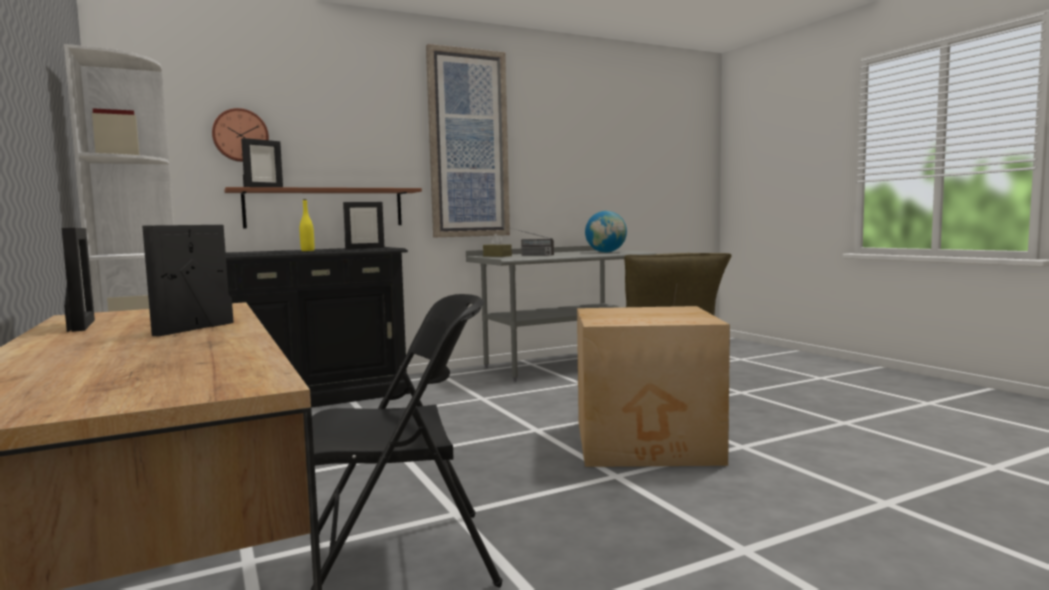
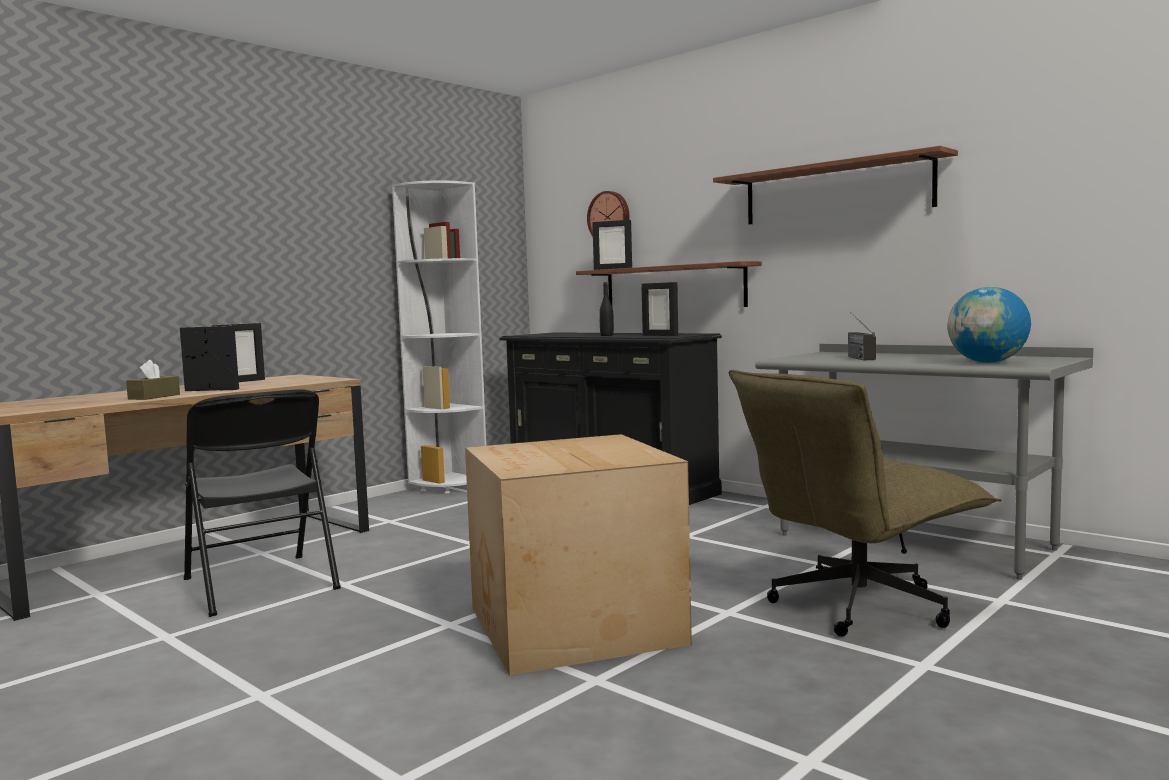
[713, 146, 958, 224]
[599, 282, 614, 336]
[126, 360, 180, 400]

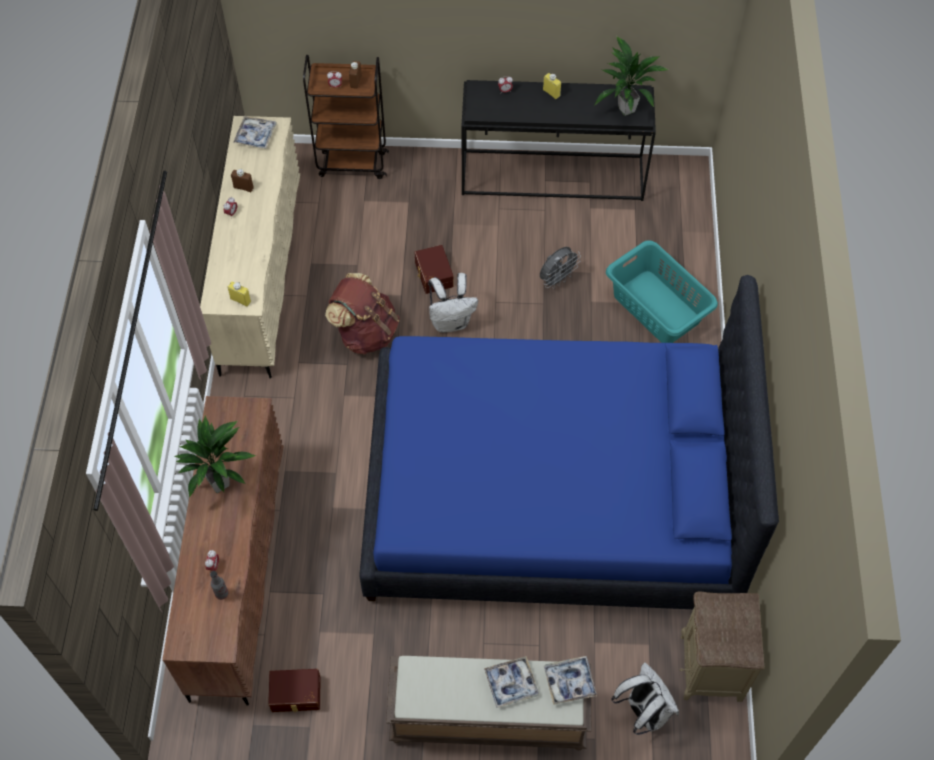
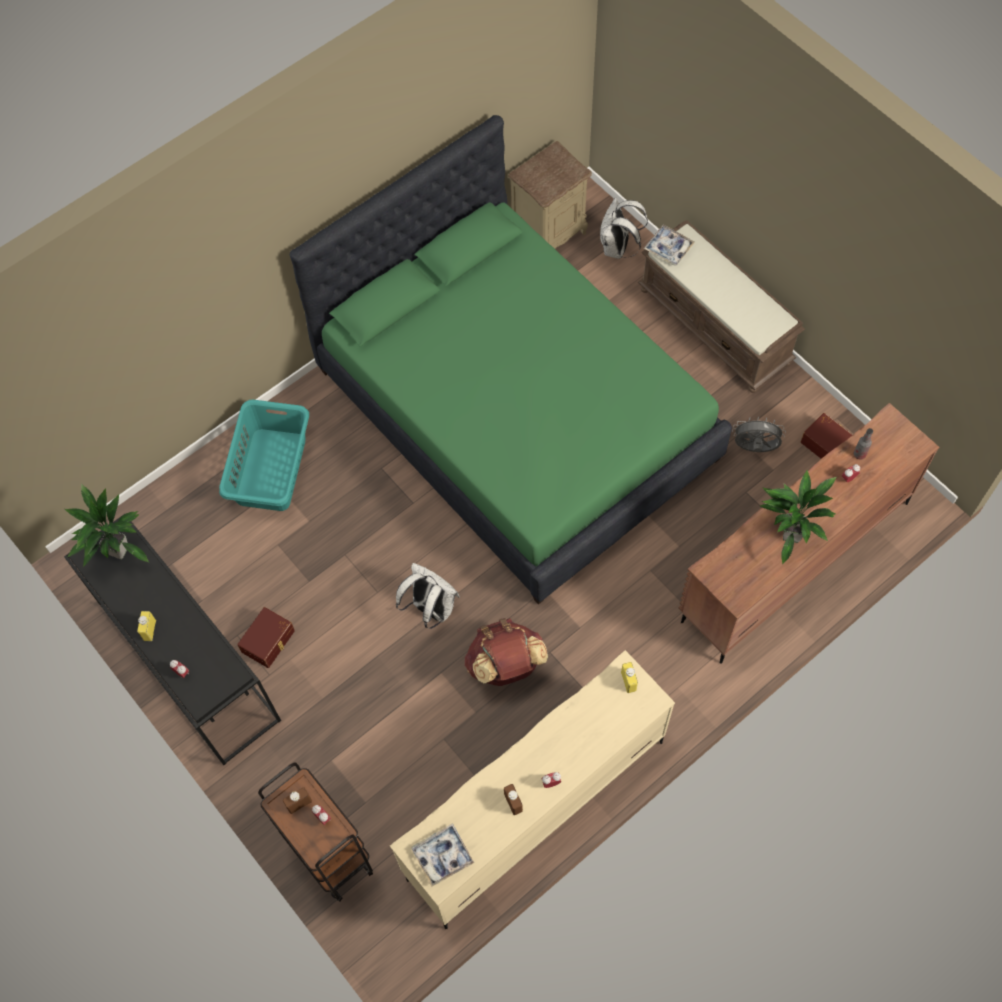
[237, 607, 295, 668]
[732, 417, 786, 452]
[290, 115, 732, 605]
[484, 656, 539, 708] (first image)

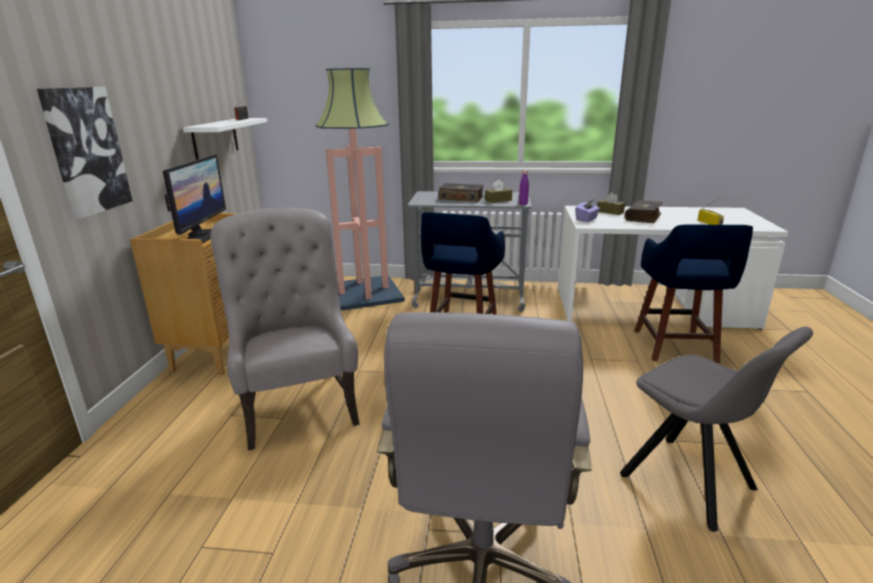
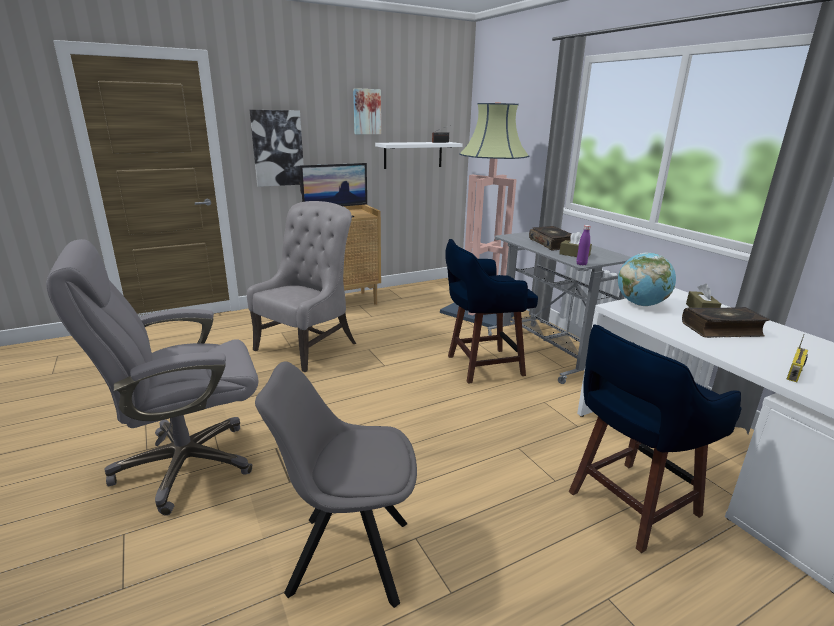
[618, 253, 676, 306]
[255, 361, 417, 608]
[353, 88, 381, 134]

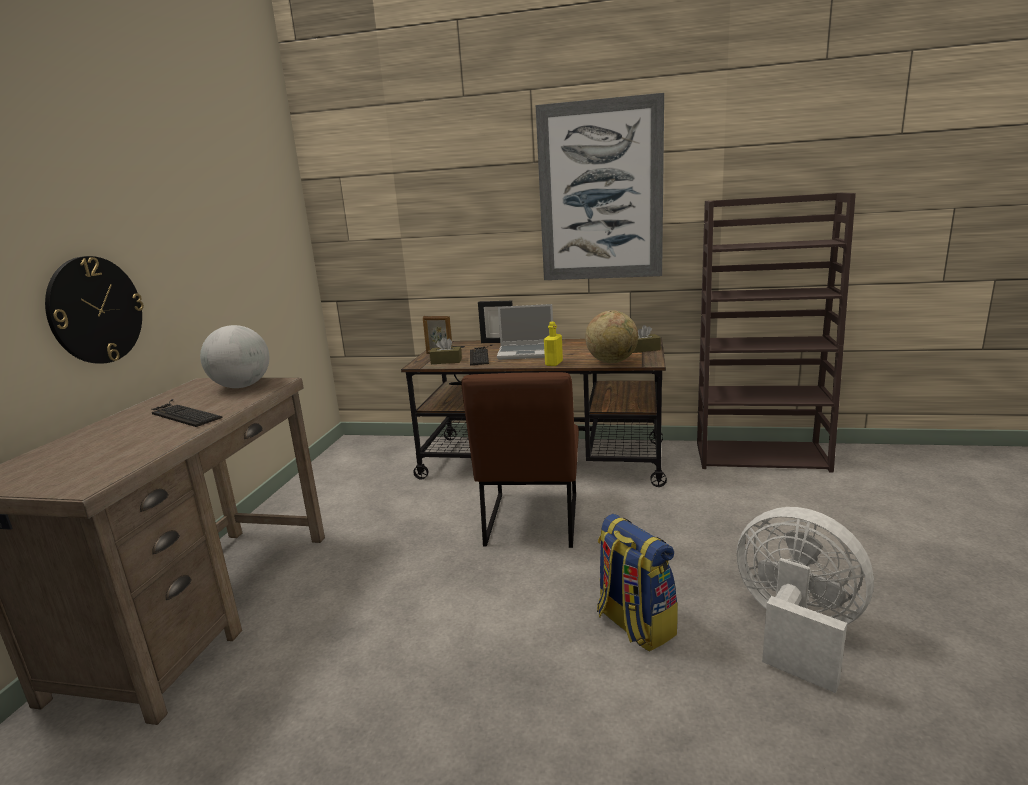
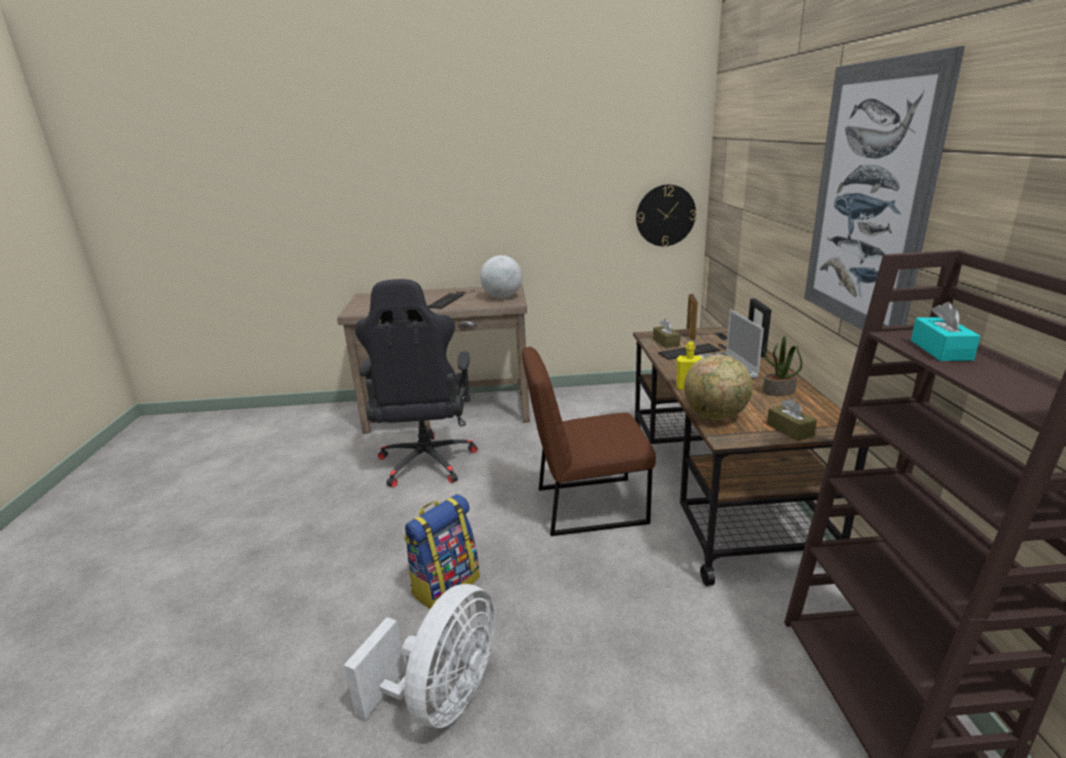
[636, 184, 696, 246]
[355, 279, 478, 488]
[911, 302, 981, 361]
[763, 336, 803, 396]

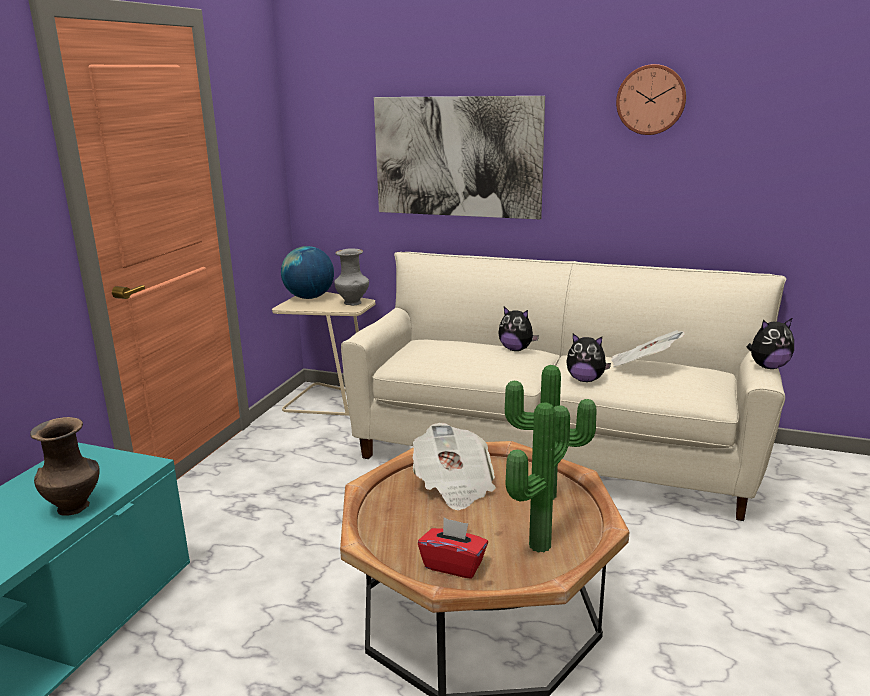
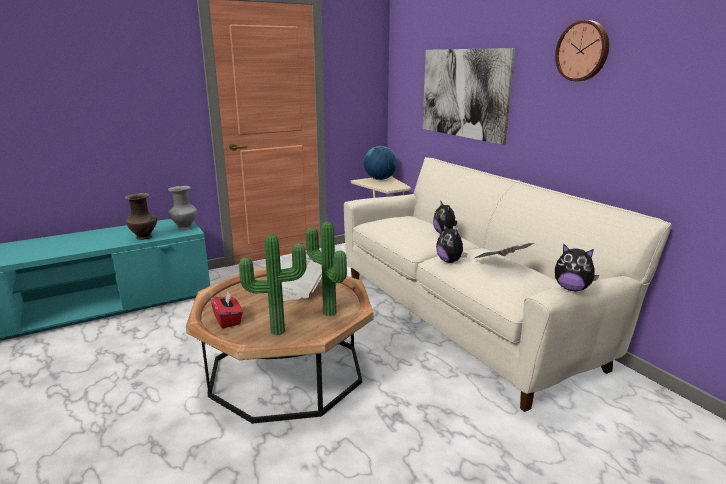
[168, 186, 197, 230]

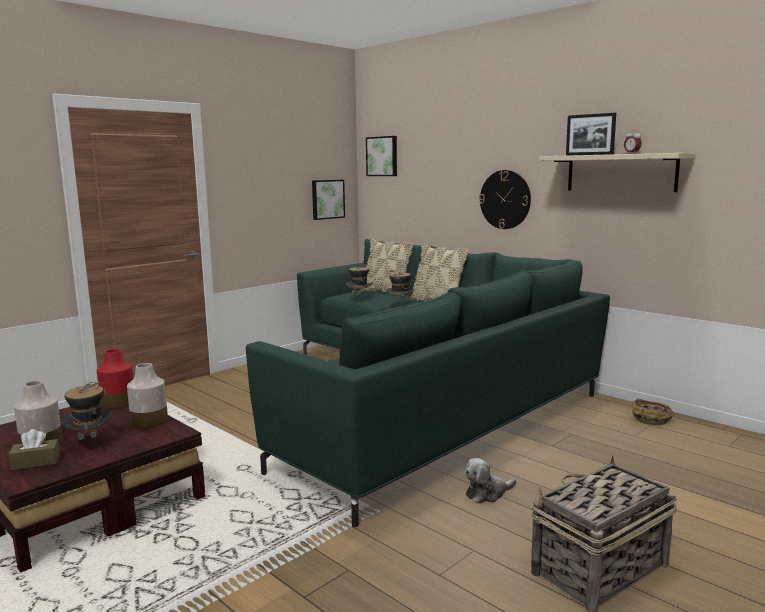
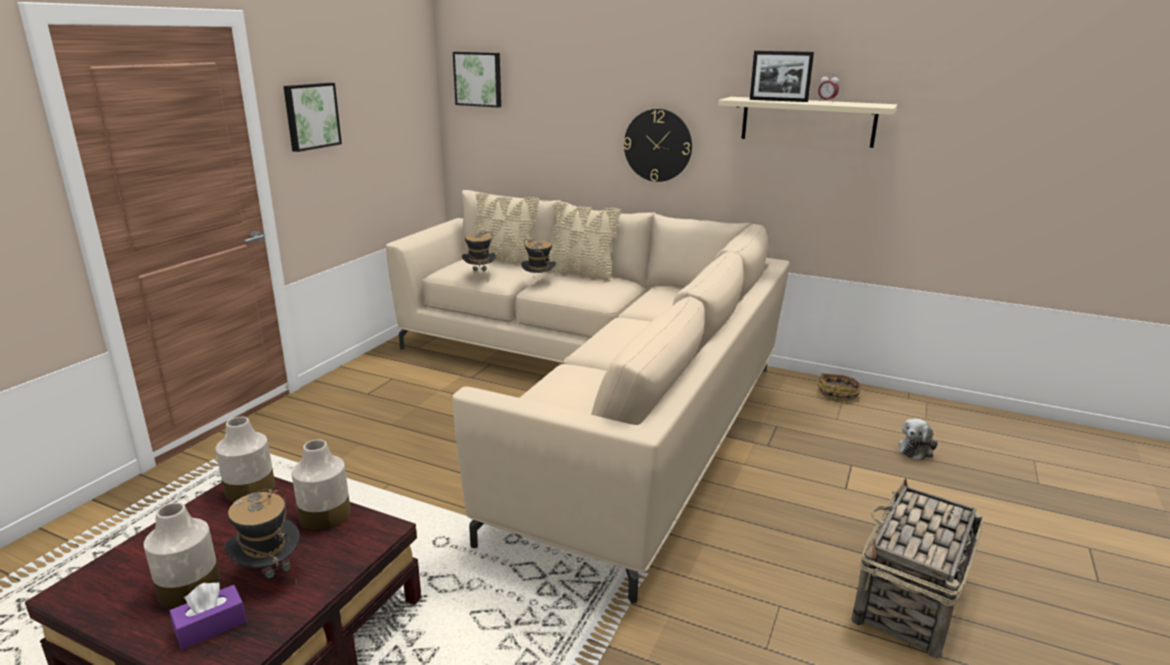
[283, 83, 342, 152]
[386, 190, 790, 603]
[215, 417, 275, 502]
[170, 582, 247, 650]
[898, 419, 938, 461]

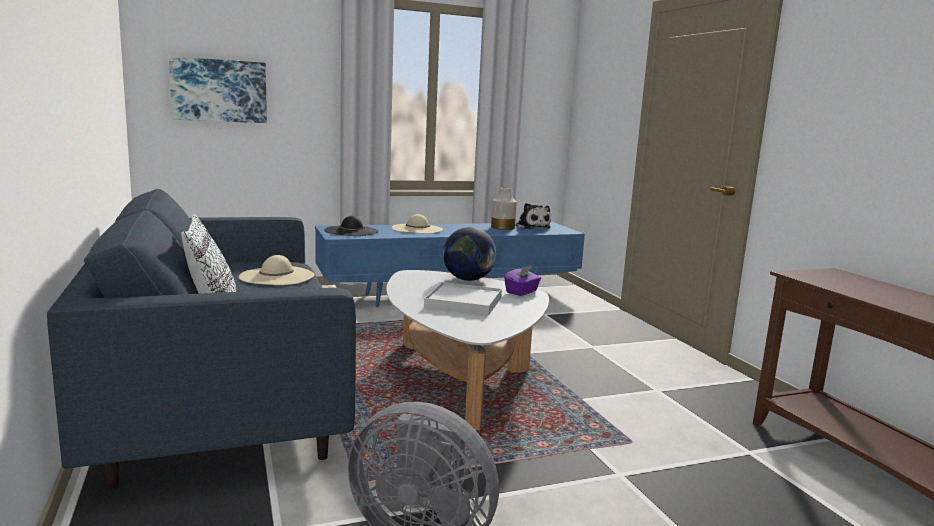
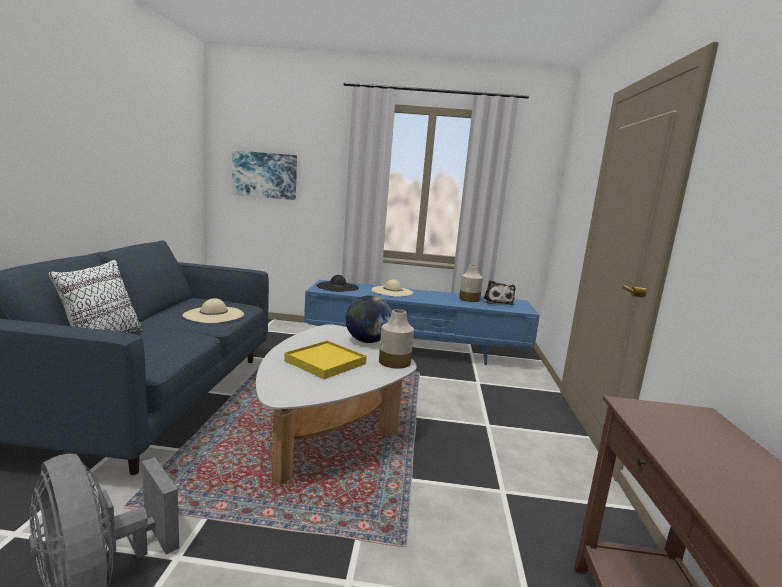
[379, 309, 414, 369]
[284, 340, 367, 379]

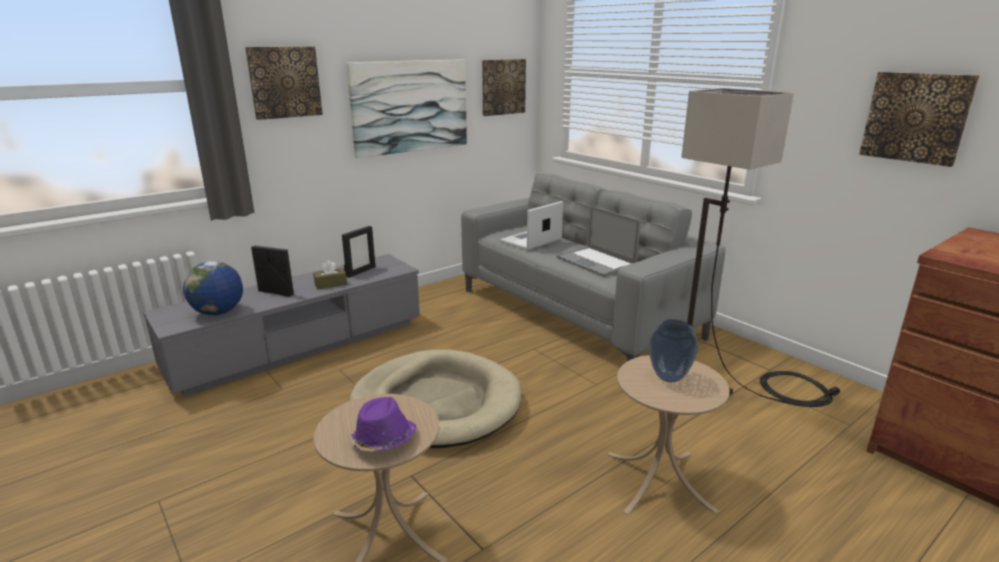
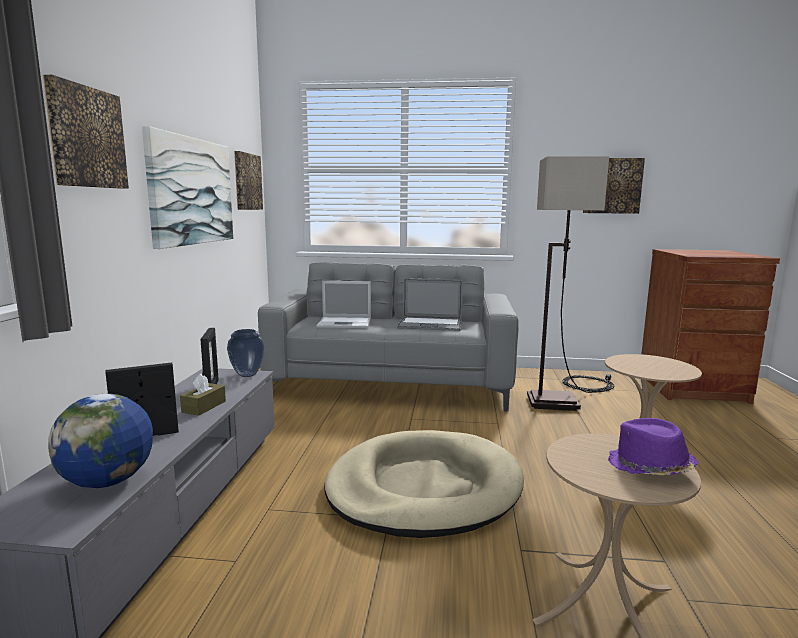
[316, 281, 371, 328]
[227, 329, 265, 377]

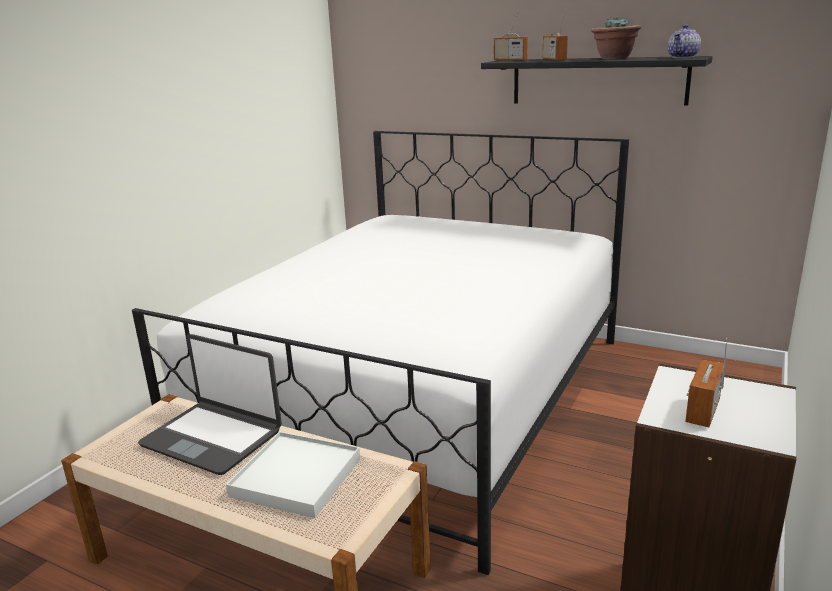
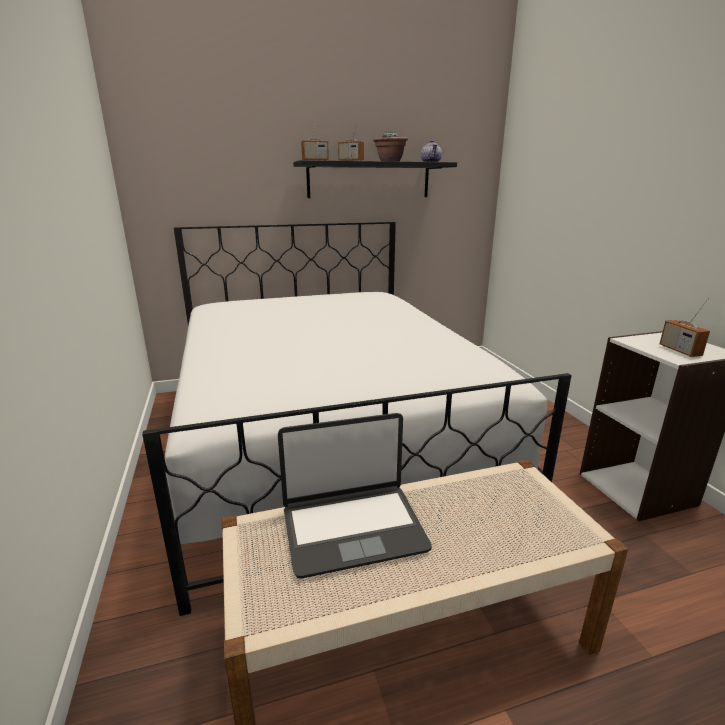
[226, 431, 360, 518] (first image)

